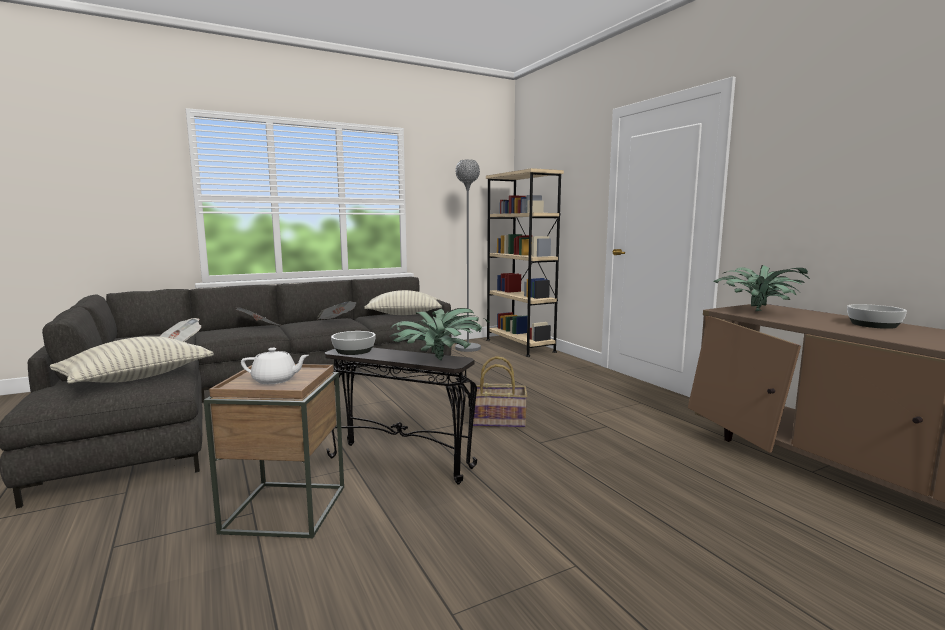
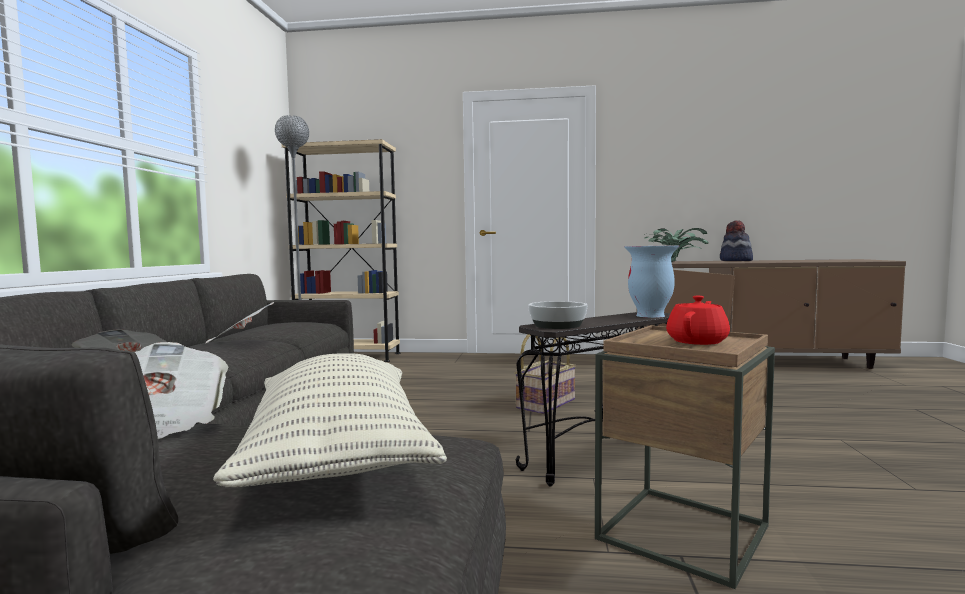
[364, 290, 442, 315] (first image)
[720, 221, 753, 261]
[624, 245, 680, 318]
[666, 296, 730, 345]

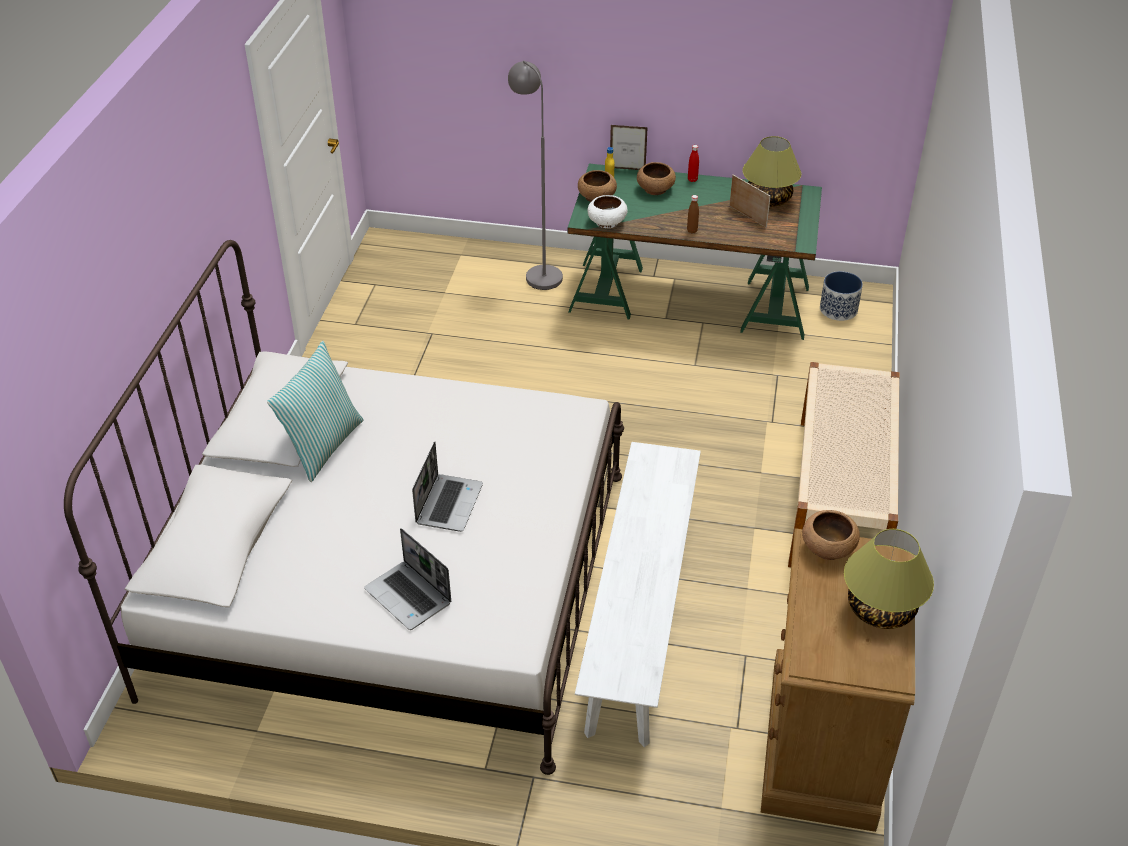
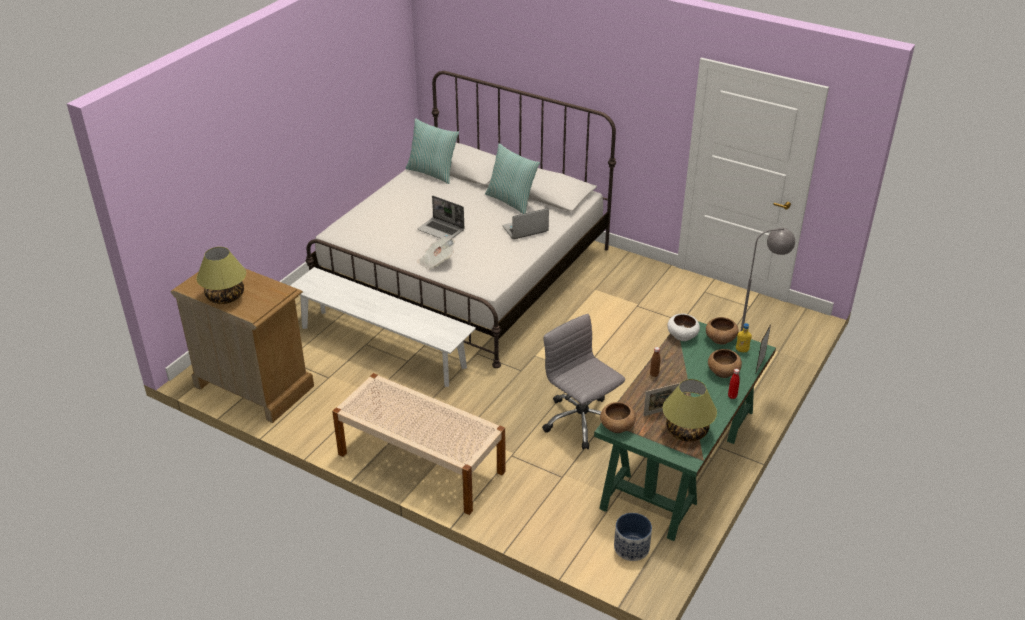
[600, 402, 636, 433]
[502, 208, 549, 239]
[406, 118, 459, 184]
[417, 237, 455, 270]
[542, 314, 625, 449]

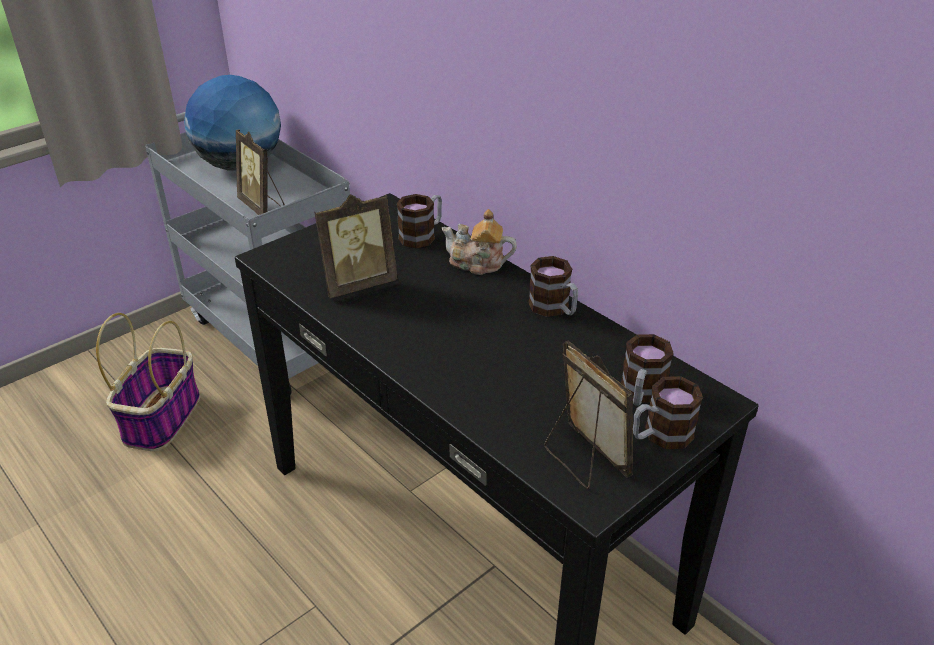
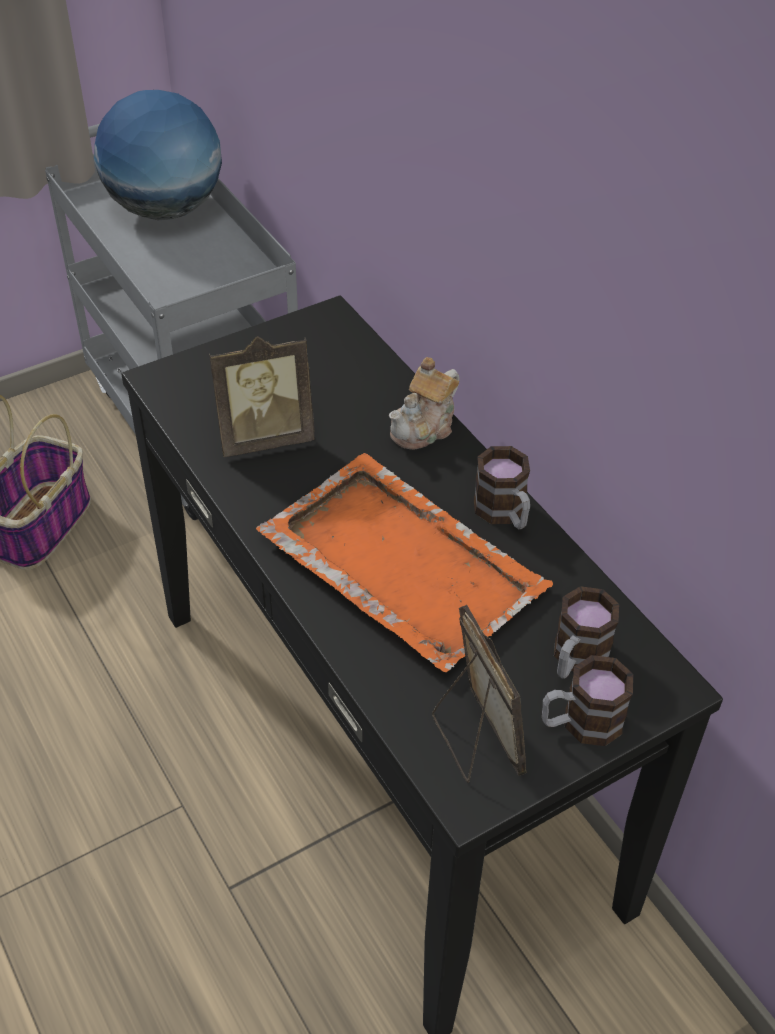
[236, 129, 285, 215] (first image)
[397, 194, 442, 248] (first image)
[389, 357, 459, 450]
[256, 453, 553, 672]

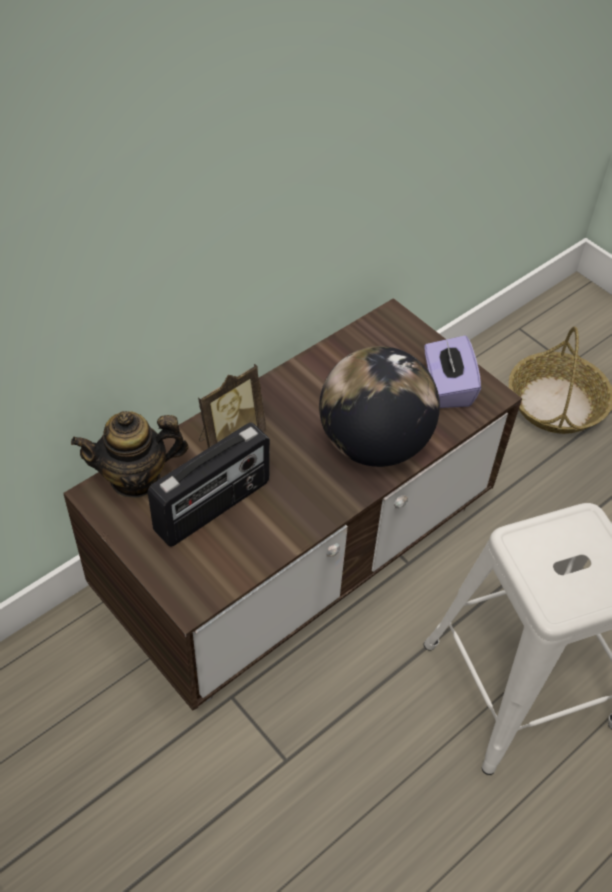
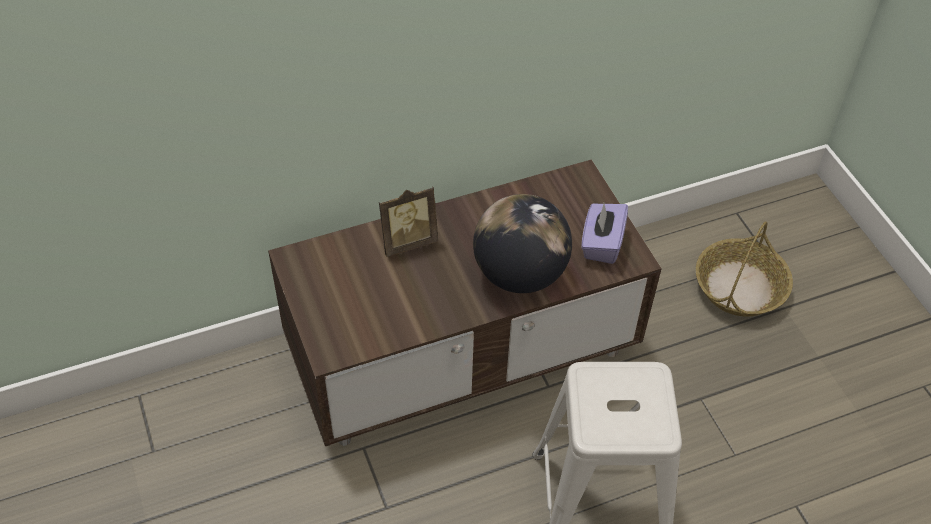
[71, 411, 188, 498] (first image)
[148, 422, 270, 547] (first image)

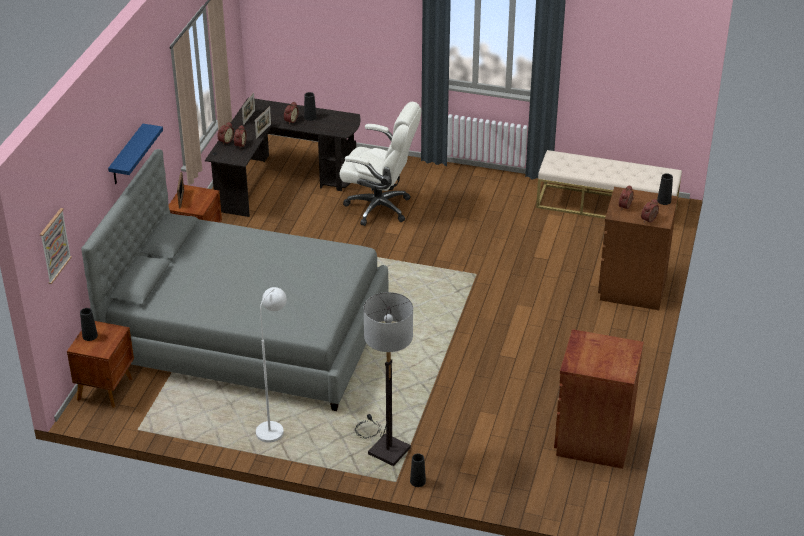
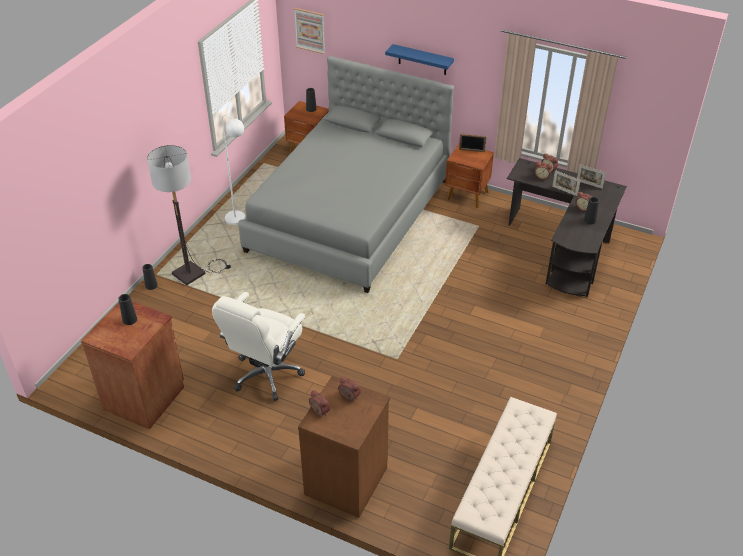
[212, 292, 305, 401]
[118, 294, 137, 325]

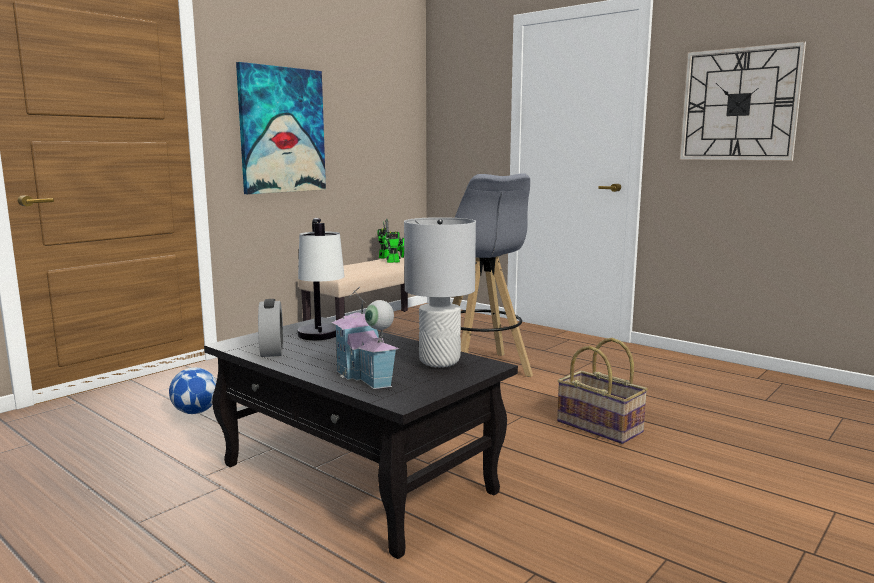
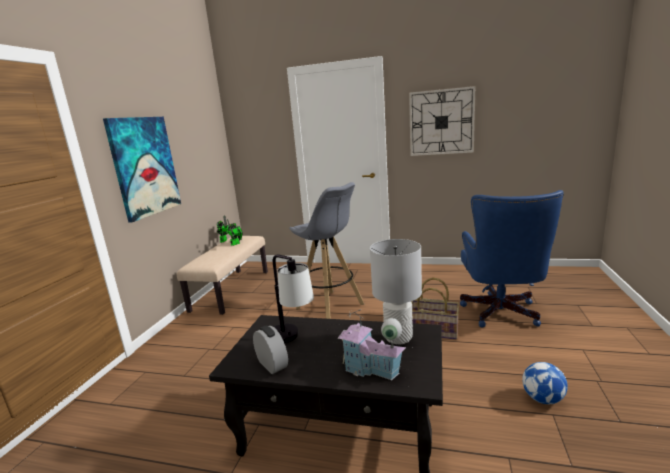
[522, 362, 568, 404]
[460, 190, 564, 328]

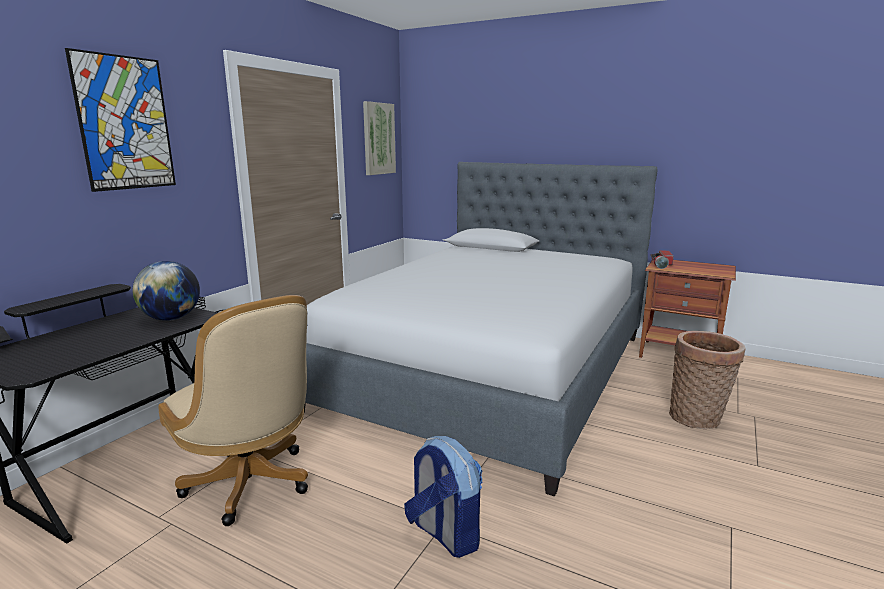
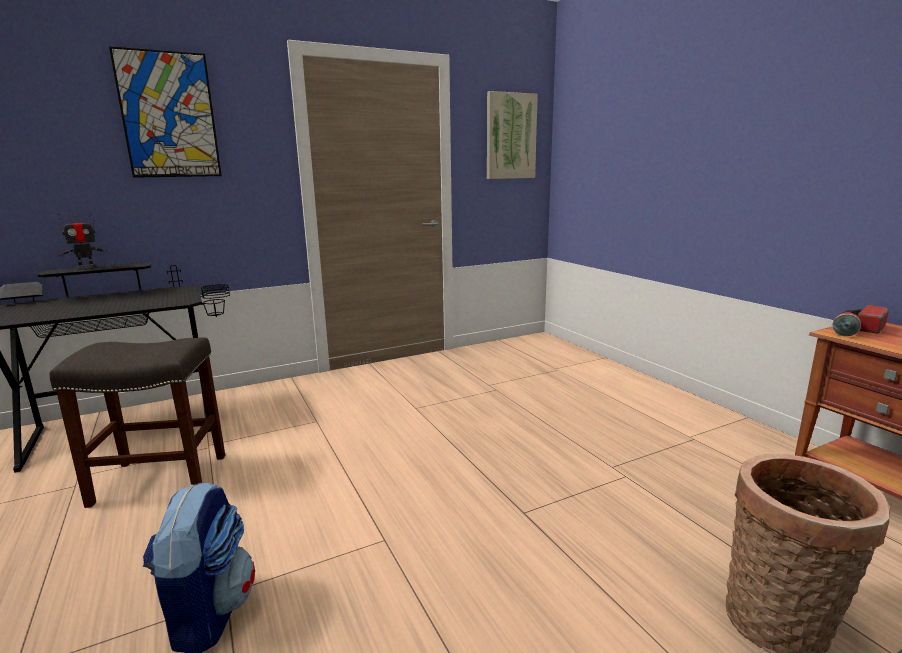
[304, 162, 658, 496] (first image)
[133, 261, 200, 321] (first image)
[49, 337, 225, 508]
[57, 213, 107, 270]

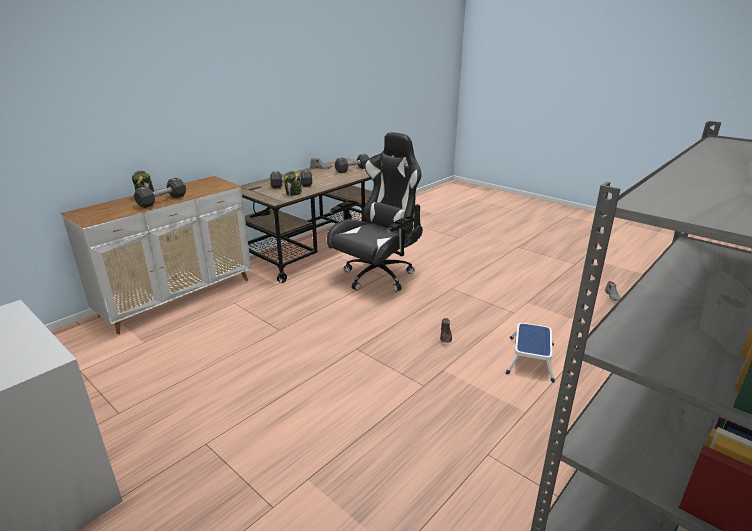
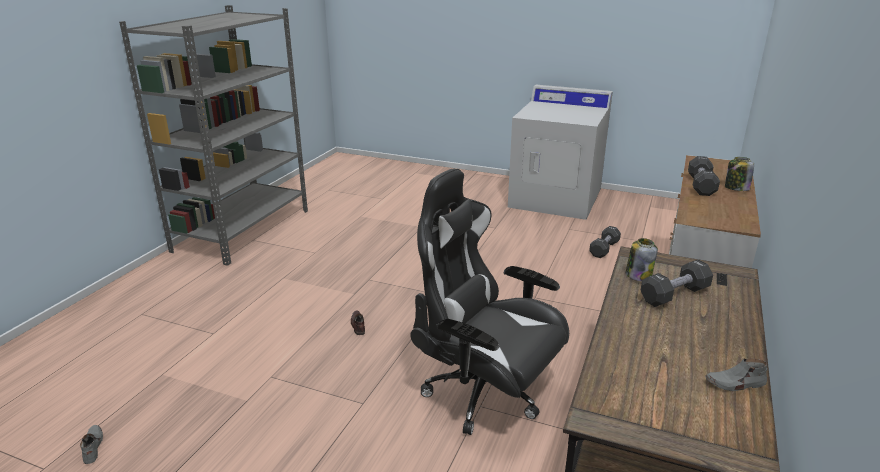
[410, 169, 569, 435]
[589, 226, 621, 258]
[506, 323, 555, 383] (first image)

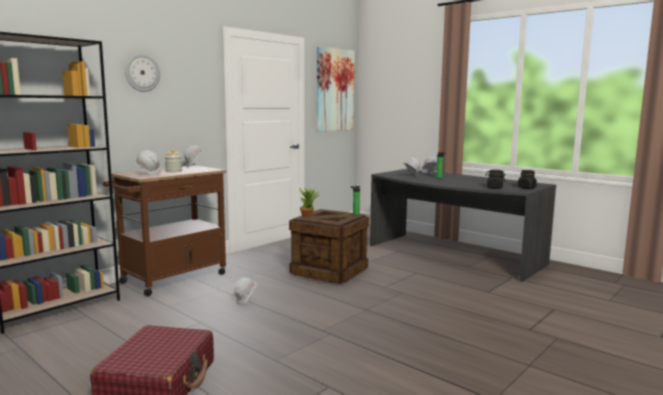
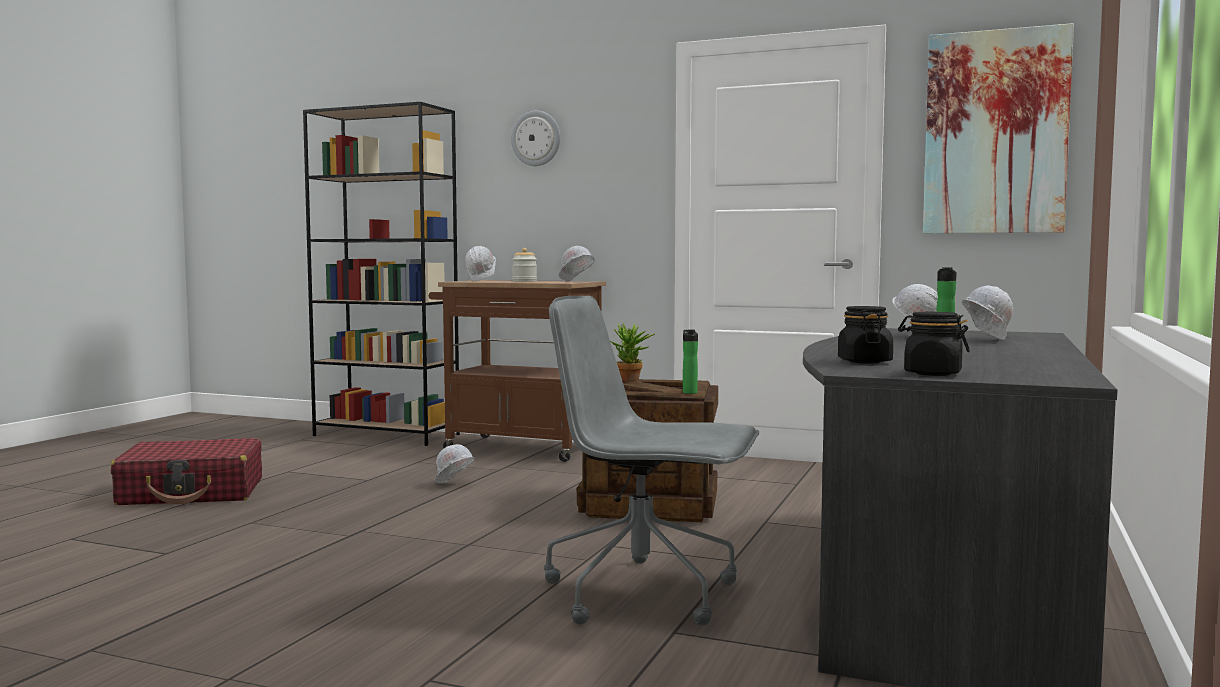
[544, 296, 759, 626]

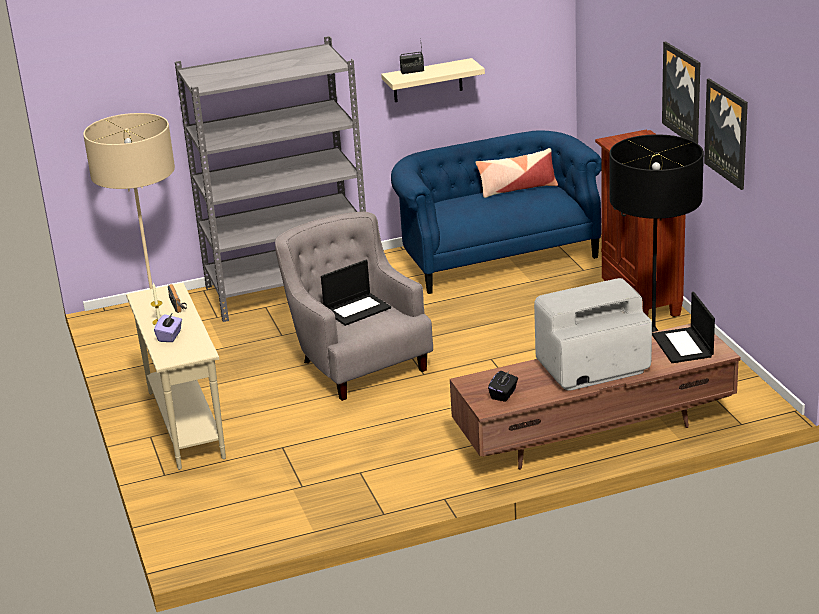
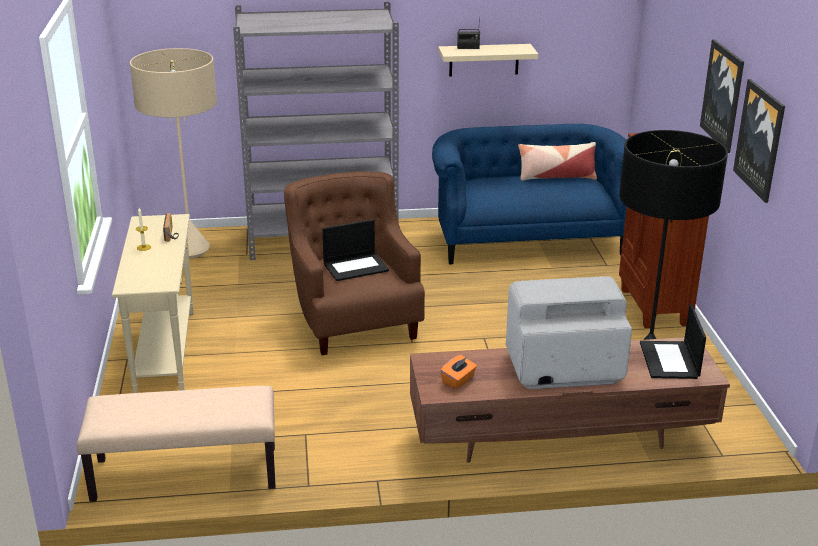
[284, 171, 425, 355]
[154, 312, 182, 342] (first image)
[440, 355, 477, 389]
[77, 386, 276, 502]

